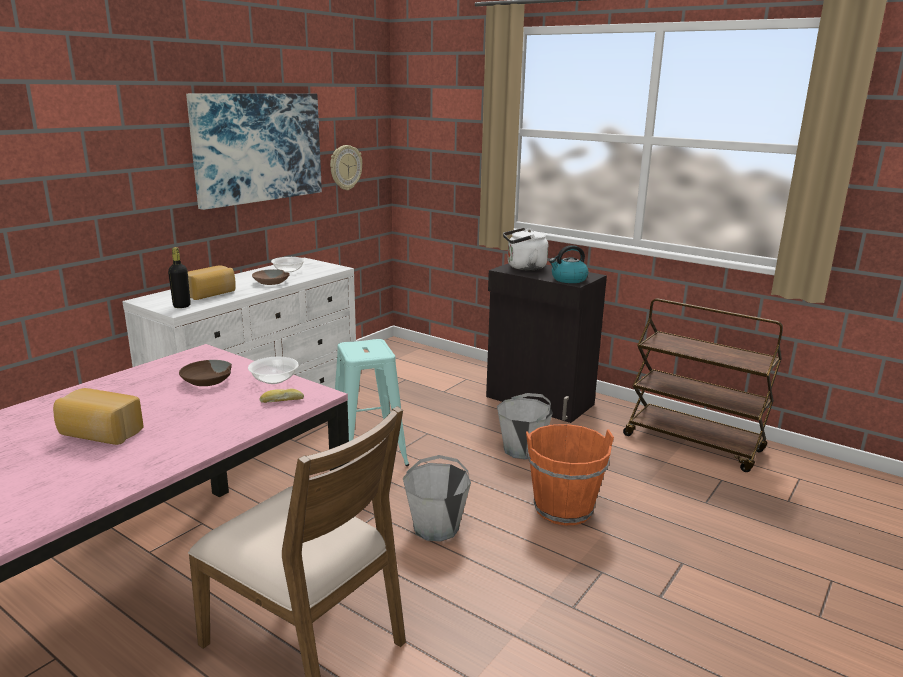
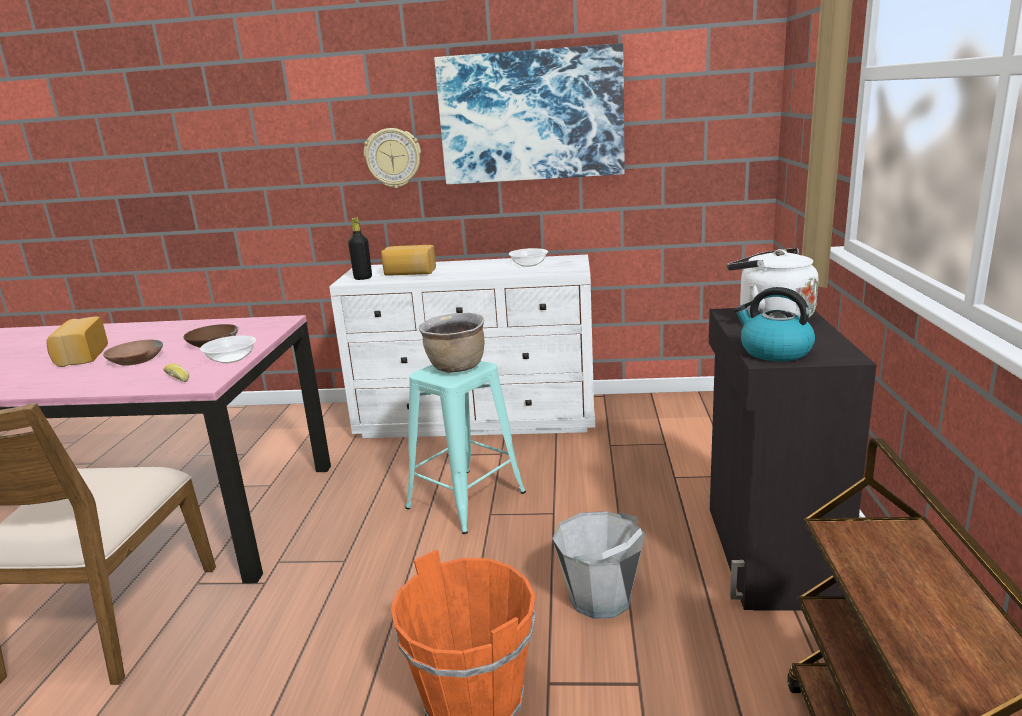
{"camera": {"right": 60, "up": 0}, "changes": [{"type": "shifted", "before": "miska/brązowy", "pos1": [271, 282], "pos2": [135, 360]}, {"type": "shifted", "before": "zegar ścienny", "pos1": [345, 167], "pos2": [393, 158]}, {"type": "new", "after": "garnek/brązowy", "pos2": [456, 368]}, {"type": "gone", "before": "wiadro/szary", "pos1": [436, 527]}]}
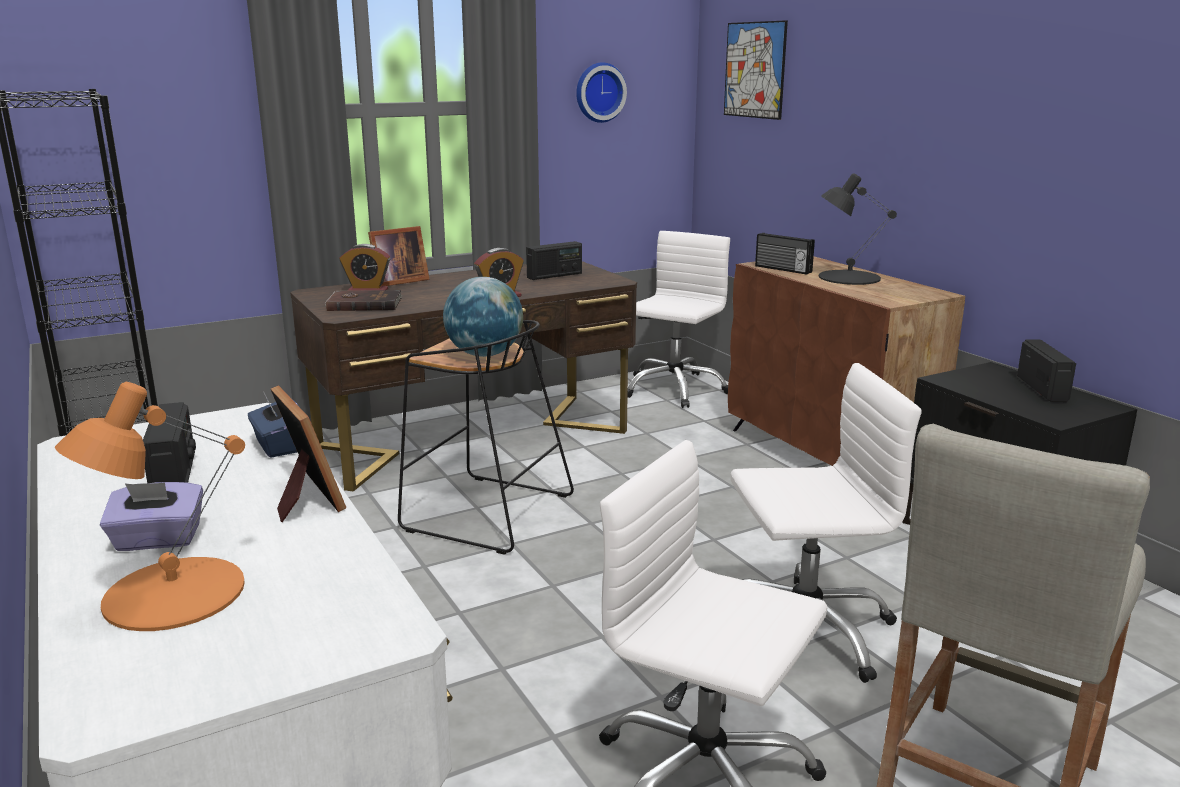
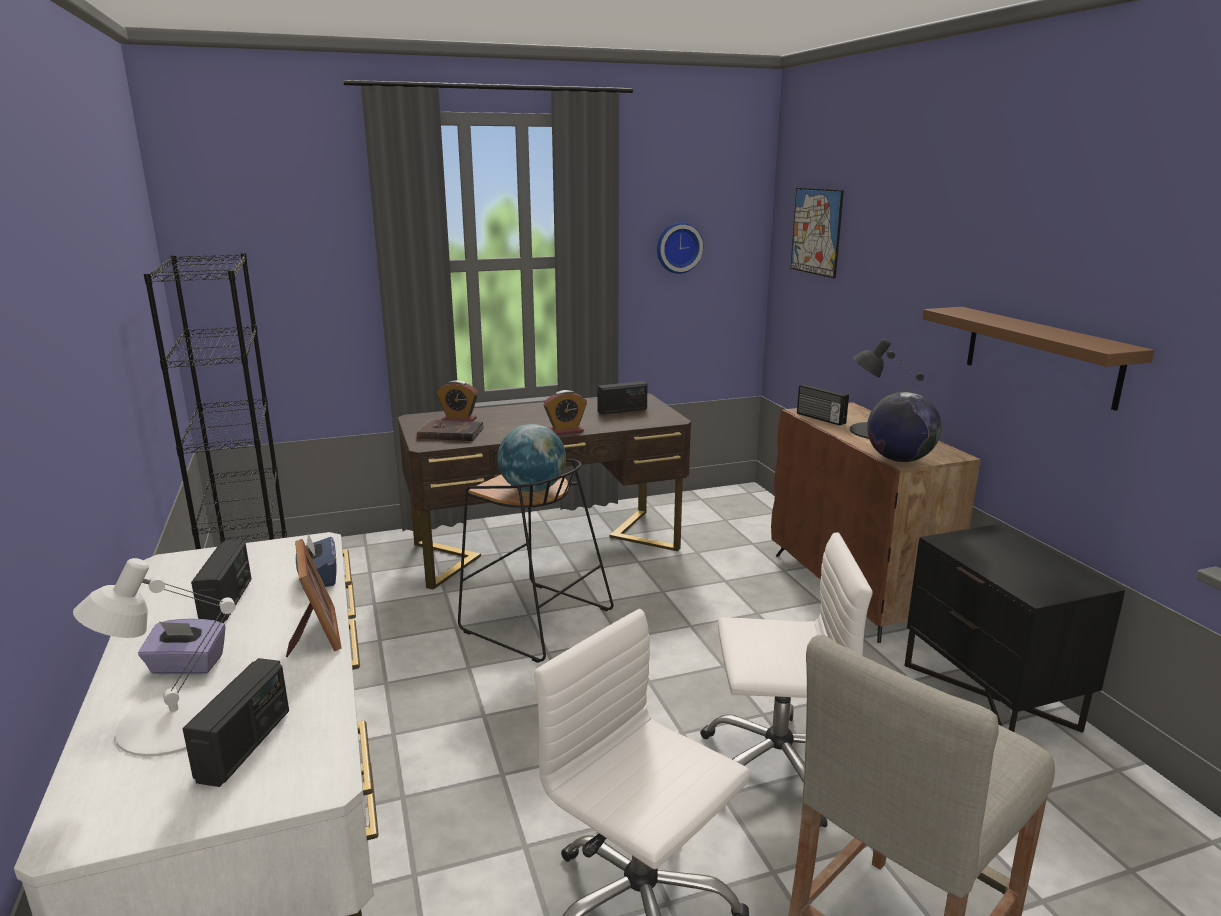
{"camera": {"right": 10, "up": 0}, "changes": [{"type": "repainted", "before": "lampa stołowa/pomarańczowy", "after": "lampa stołowa/biały", "pos1": [171, 593], "pos2": [174, 720]}, {"type": "shifted", "before": "radio", "pos1": [1042, 389], "pos2": [245, 745]}, {"type": "new", "after": "globus", "pos2": [899, 459]}, {"type": "new", "after": "półka/brązowy", "pos2": [1040, 355]}, {"type": "gone", "before": "ramka na zdjęcie", "pos1": [396, 282]}, {"type": "gone", "before": "krzesło biurowe/biały", "pos1": [674, 389]}]}
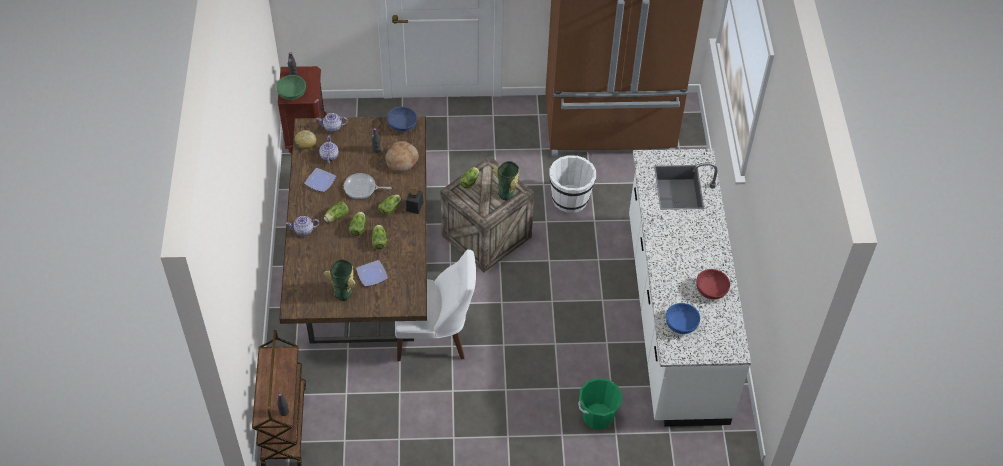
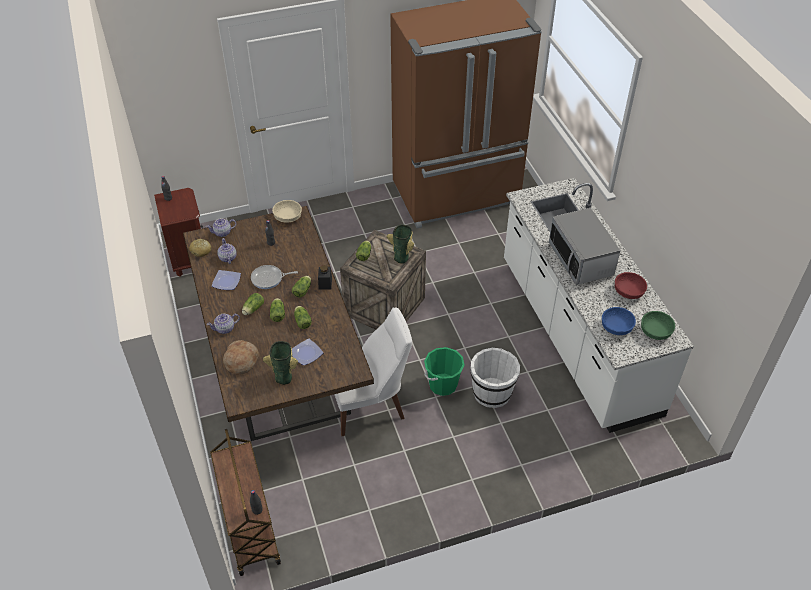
{"camera": {"right": -15, "up": -5}, "changes": [{"type": "shifted", "before": "chleb", "pos1": [402, 160], "pos2": [241, 361]}, {"type": "repainted", "before": "miska/niebieski", "after": "miska/beżowy", "pos1": [402, 125], "pos2": [288, 217]}, {"type": "shifted", "before": "wiadro/zielony", "pos1": [597, 416], "pos2": [443, 384]}, {"type": "shifted", "before": "wiadro/biały", "pos1": [570, 198], "pos2": [492, 392]}, {"type": "new", "after": "mikrofalówka", "pos2": [581, 260]}, {"type": "shifted", "before": "miska/zielony", "pos1": [291, 93], "pos2": [655, 331]}]}
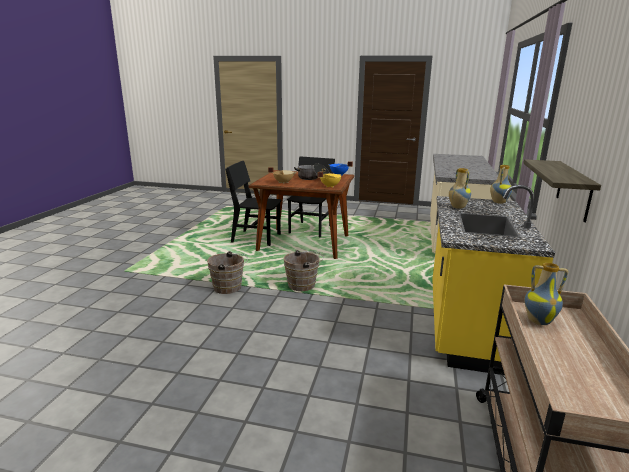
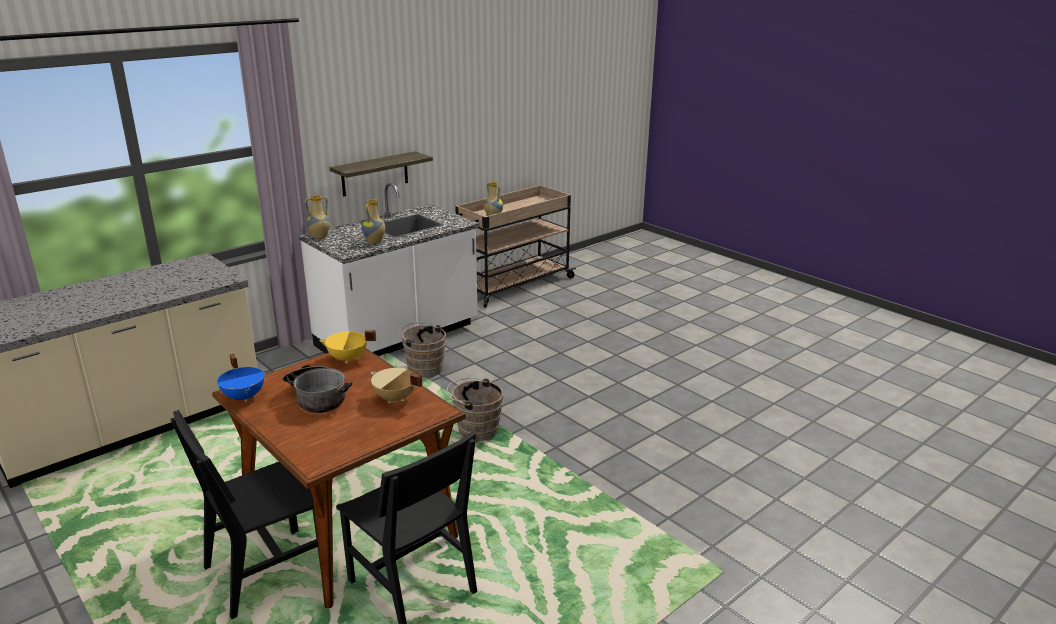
{"camera": {"right": -145, "up": 5}, "changes": [{"type": "repainted", "before": "zabudowa kuchenna/żółty", "after": "zabudowa kuchenna/biały", "pos1": [468, 326], "pos2": [398, 337]}, {"type": "shifted", "before": "wiadro/brązowy", "pos1": [229, 288], "pos2": [423, 368]}]}
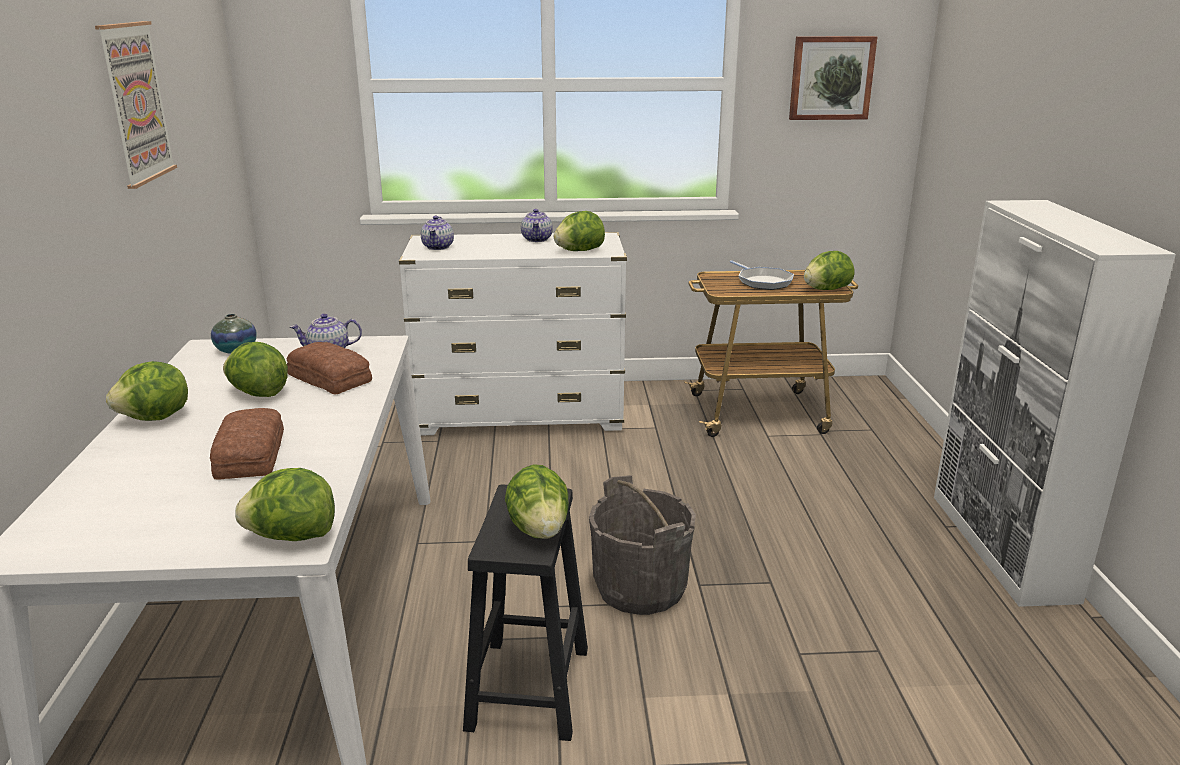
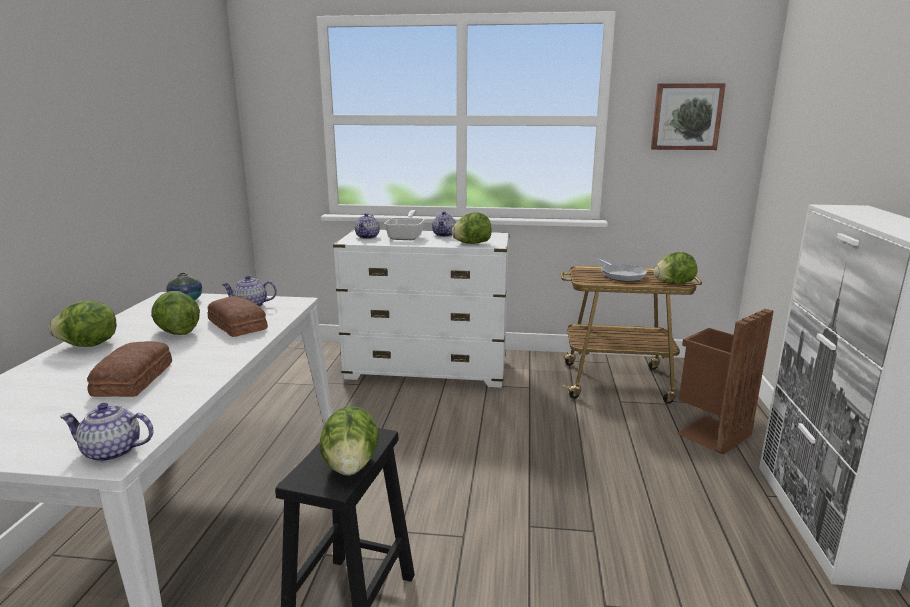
{"camera": {"right": 10, "up": -5}, "changes": [{"type": "swapped", "before": "sałata", "after": "imbryk", "pos1": [292, 537], "pos2": [111, 452]}, {"type": "new", "after": "patelnia", "pos2": [407, 236]}, {"type": "new", "after": "kosz na śmieci/brązowy", "pos2": [710, 432]}, {"type": "gone", "before": "obraz", "pos1": [135, 103]}, {"type": "gone", "before": "wiadro/szary", "pos1": [641, 588]}]}
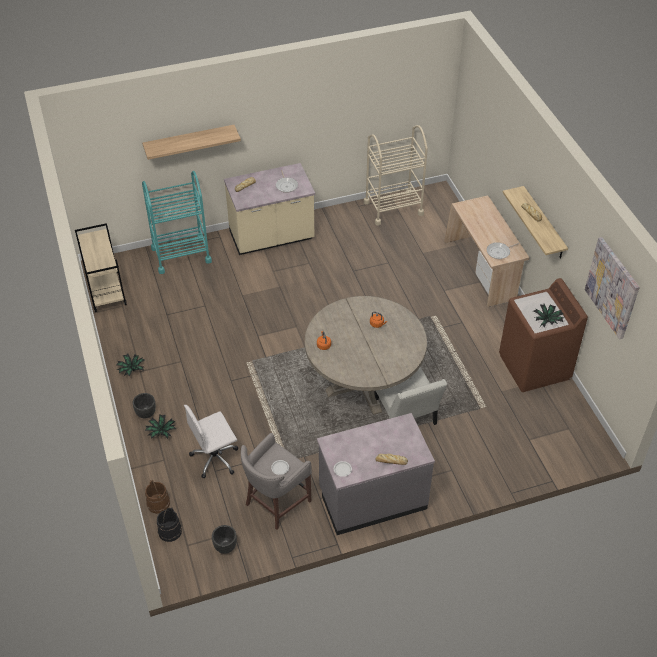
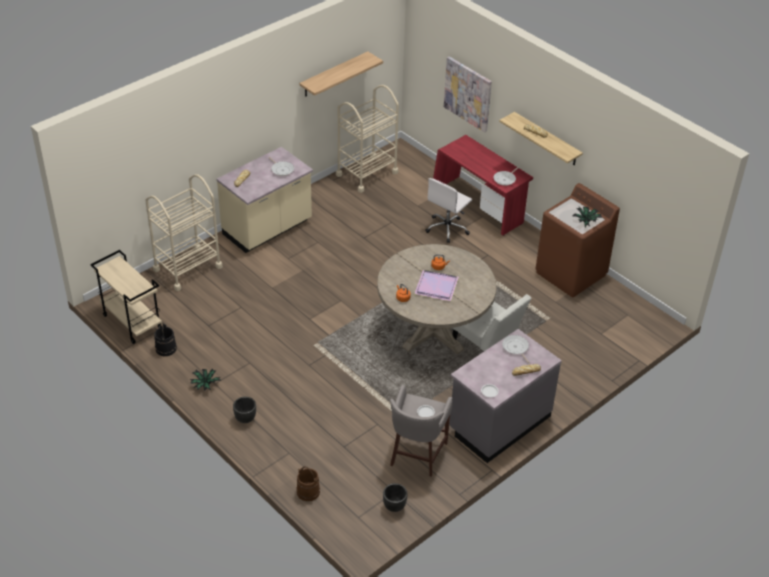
{"camera": {"right": -25, "up": -5}, "changes": [{"type": "repainted", "before": "wózek/turkusowy", "after": "wózek/beżowy", "pos1": [181, 255], "pos2": [187, 268]}, {"type": "shifted", "before": "wiadro/czarny", "pos1": [169, 531], "pos2": [165, 348]}, {"type": "shifted", "before": "półka", "pos1": [189, 141], "pos2": [334, 74]}, {"type": "new", "after": "taca/fioletowy", "pos2": [435, 287]}, {"type": "shifted", "before": "krzesło biurowe/biały", "pos1": [215, 458], "pos2": [447, 228]}, {"type": "repainted", "before": "biurko/beżowy", "after": "biurko/czerwony", "pos1": [481, 270], "pos2": [478, 206]}, {"type": "shifted", "before": "obraz", "pos1": [612, 287], "pos2": [468, 93]}, {"type": "new", "after": "patelnia", "pos2": [515, 348]}, {"type": "gone", "before": "roślina doniczkowa", "pos1": [161, 432]}]}
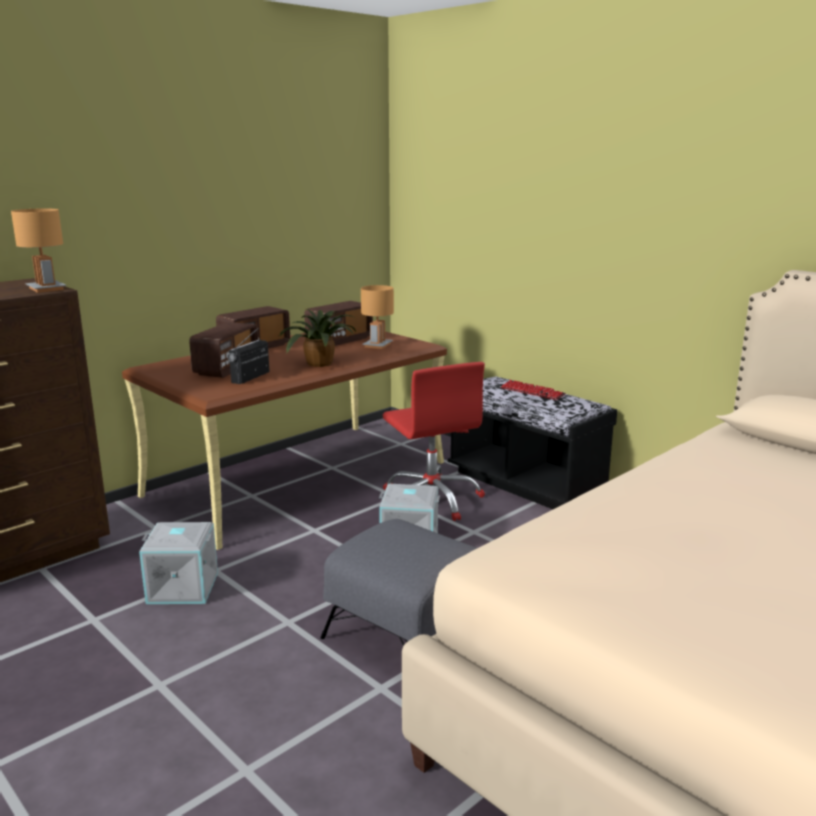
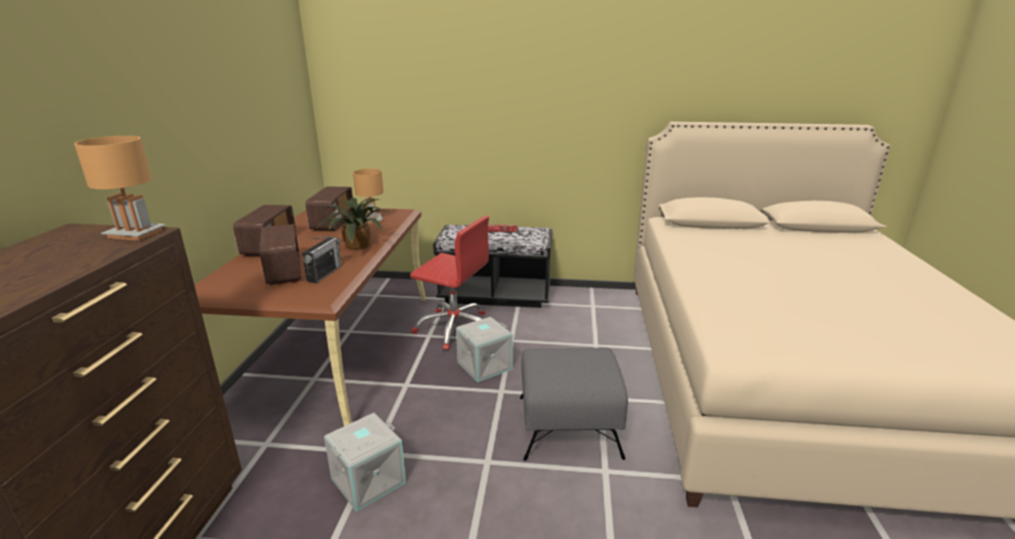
{"camera": {"right": -40, "up": 5}, "changes": [{"type": "rotated", "before": "radio", "pos1": [250, 377], "pos2": [324, 273], "turn": -150}]}
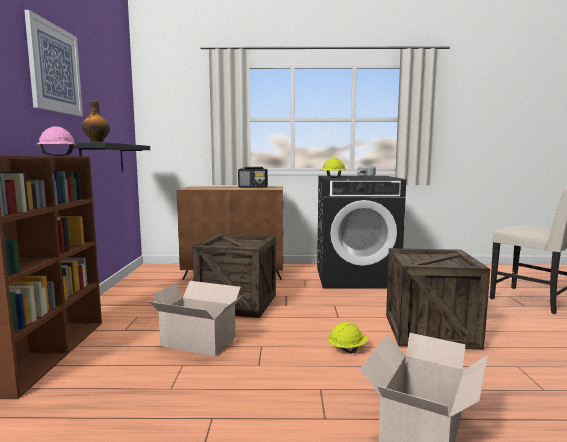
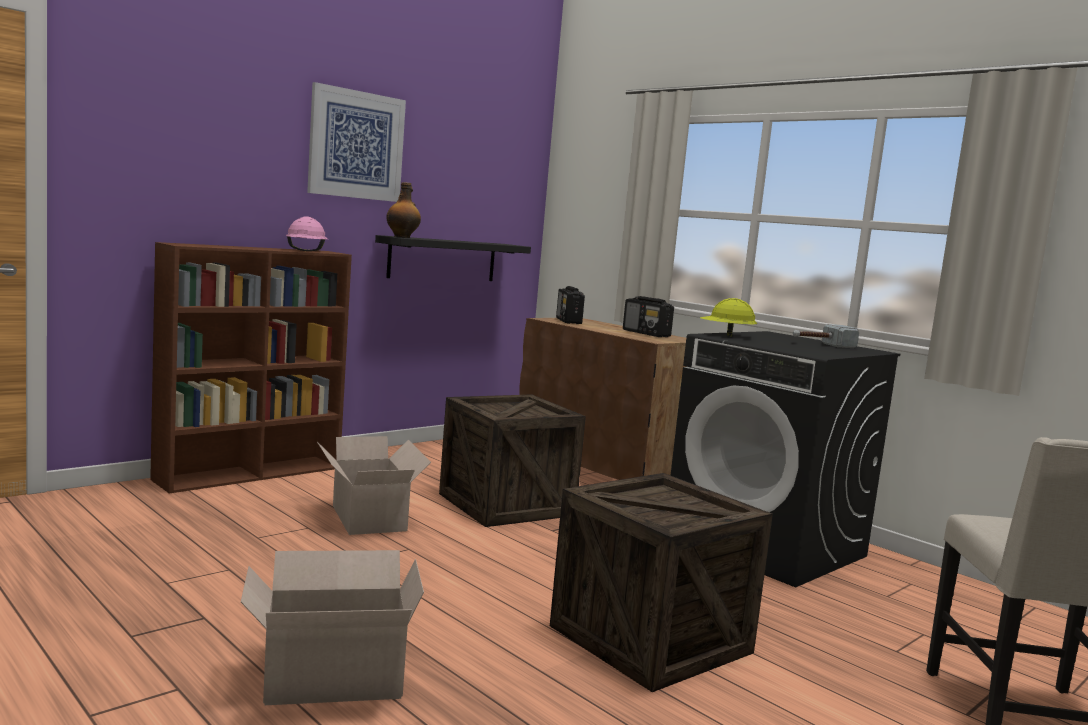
{"camera": {"right": 45, "up": 0}, "changes": [{"type": "new", "after": "radio", "pos2": [568, 321]}, {"type": "gone", "before": "kask/żółty", "pos1": [347, 349]}]}
